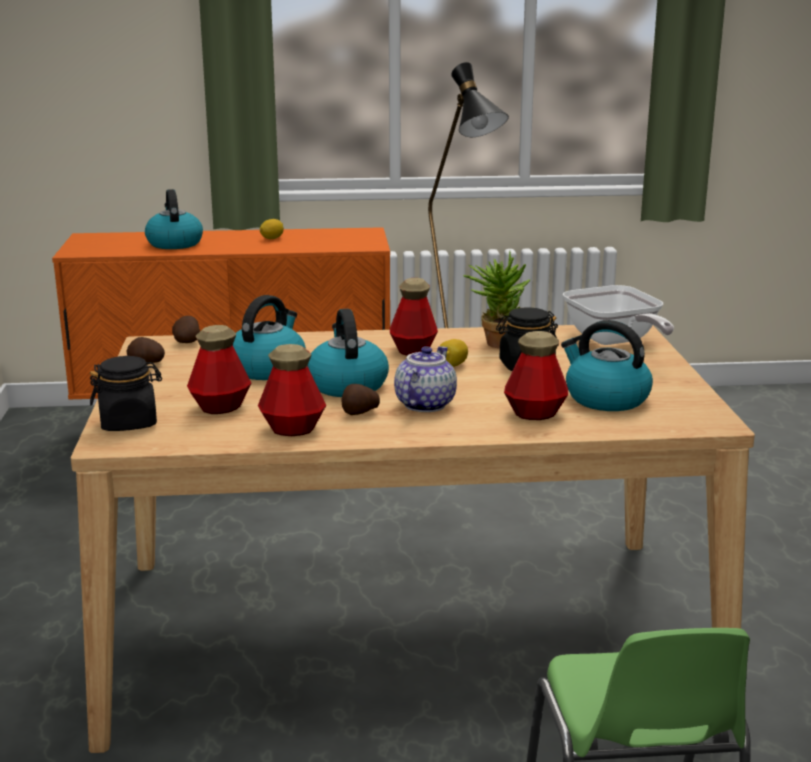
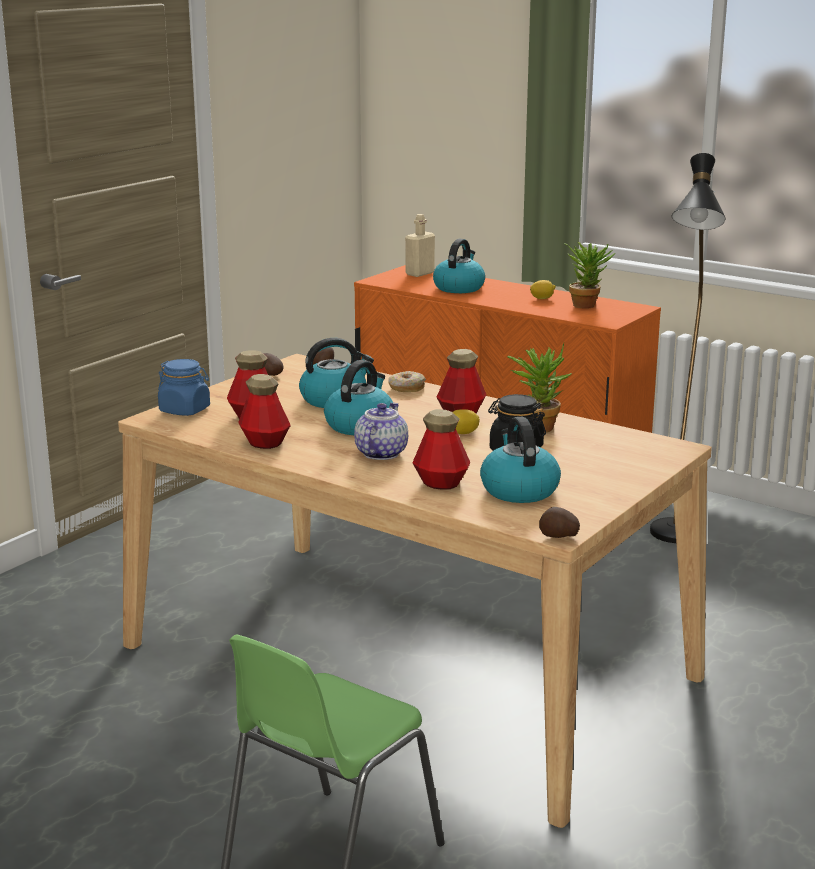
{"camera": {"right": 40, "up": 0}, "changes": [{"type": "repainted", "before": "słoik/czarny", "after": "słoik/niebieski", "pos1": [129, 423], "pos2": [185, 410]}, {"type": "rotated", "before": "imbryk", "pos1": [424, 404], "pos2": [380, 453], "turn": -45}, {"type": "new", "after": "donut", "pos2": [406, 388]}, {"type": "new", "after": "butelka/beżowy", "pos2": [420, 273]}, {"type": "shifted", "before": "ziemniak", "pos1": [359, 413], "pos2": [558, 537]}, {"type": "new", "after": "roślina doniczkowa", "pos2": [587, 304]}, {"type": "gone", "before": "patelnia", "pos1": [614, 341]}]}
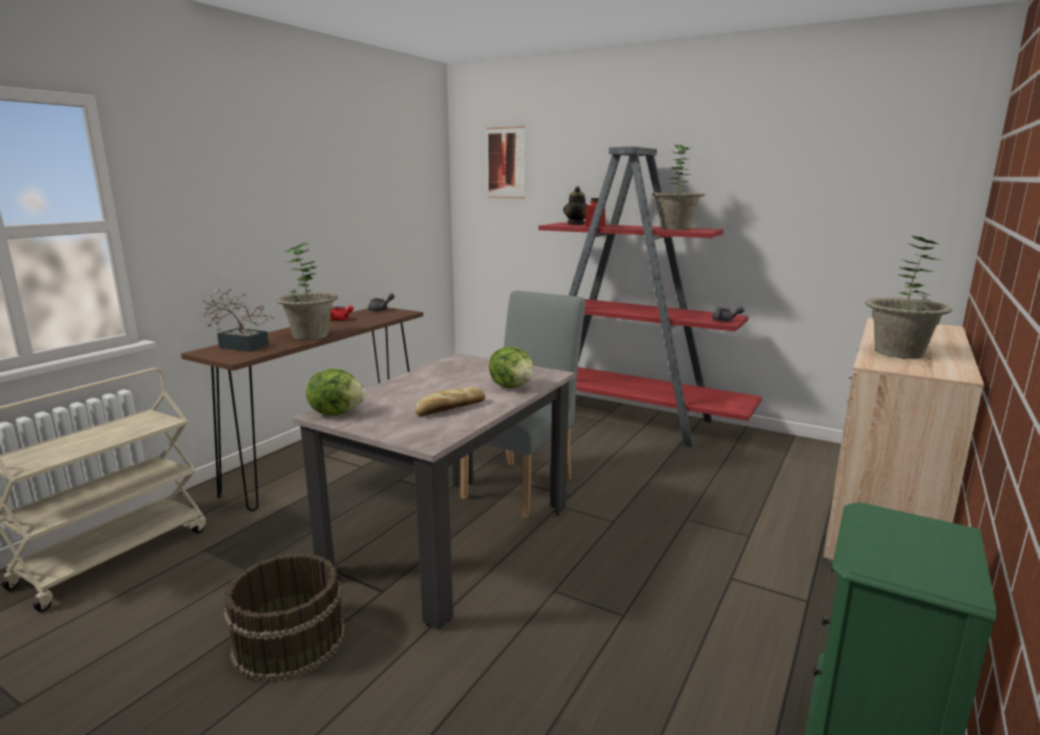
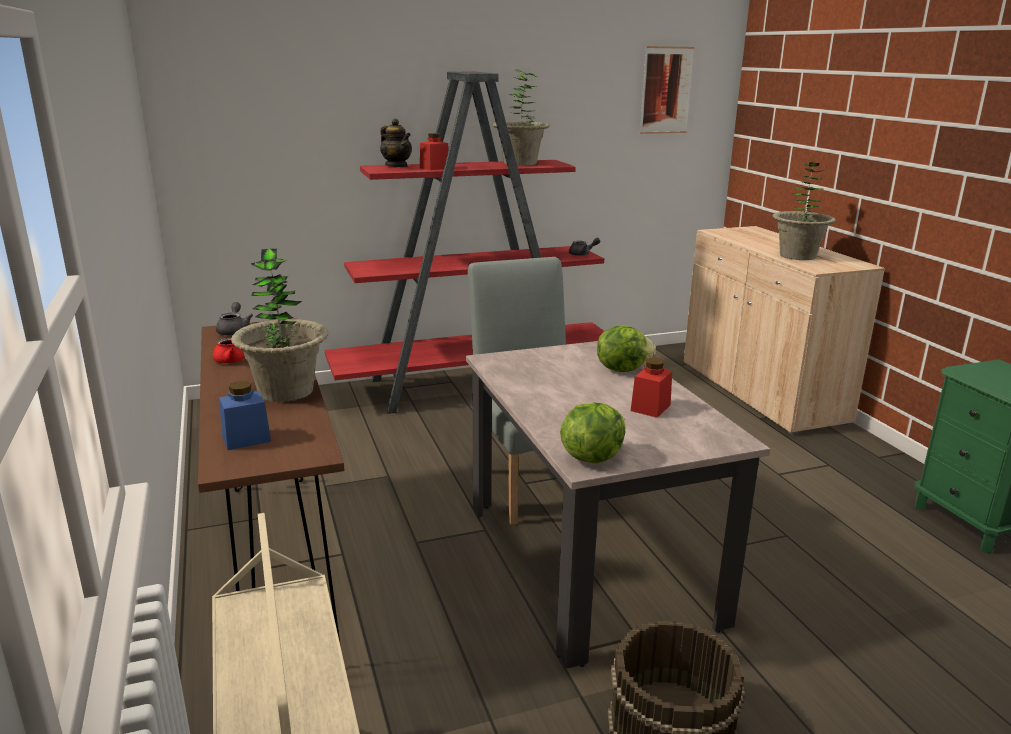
{"camera": {"right": -50, "up": 5}, "changes": [{"type": "swapped", "before": "roślina doniczkowa", "after": "słoik/niebieski", "pos1": [240, 346], "pos2": [246, 439]}, {"type": "swapped", "before": "chleb", "after": "słoik/czerwony", "pos1": [450, 408], "pos2": [650, 408]}, {"type": "shifted", "before": "obraz", "pos1": [505, 163], "pos2": [666, 90]}]}
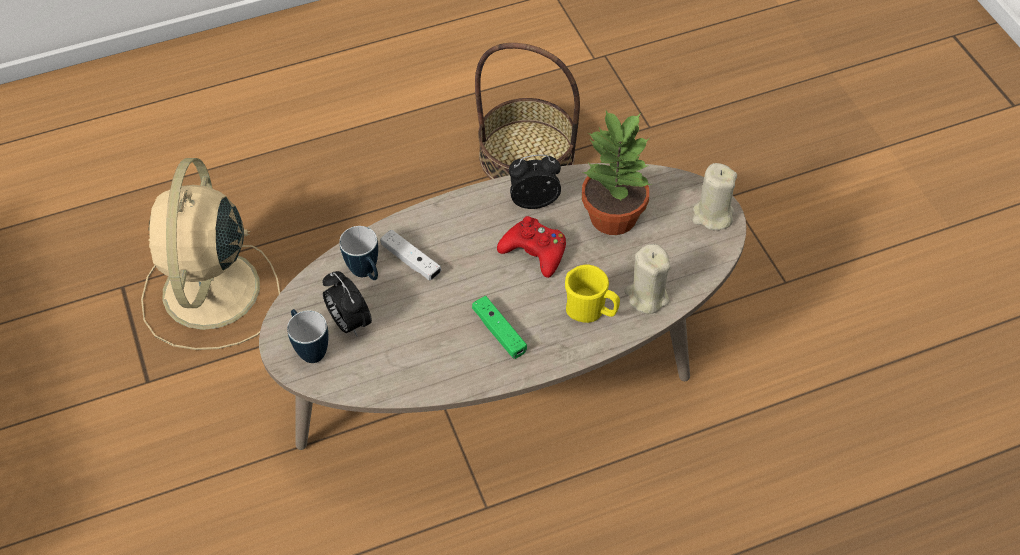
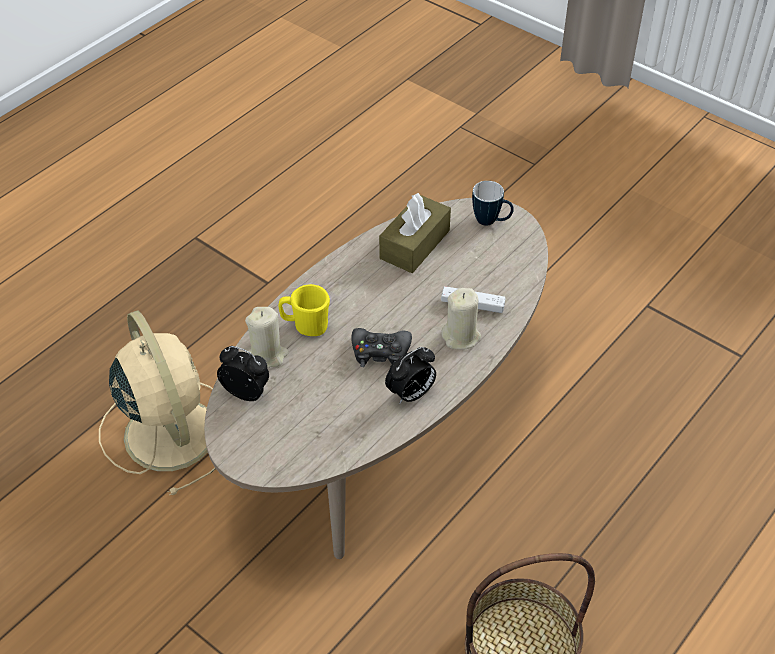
{"camera": {"right": 150, "up": -5}, "changes": [{"type": "shifted", "before": "wentylator/beżowy", "pos1": [210, 294], "pos2": [169, 430]}, {"type": "shifted", "before": "budzik", "pos1": [349, 322], "pos2": [247, 392]}, {"type": "repainted", "before": "pad do gier/czerwony", "after": "pad do gier/czarny", "pos1": [535, 252], "pos2": [380, 352]}, {"type": "new", "after": "pudełko chusteczek/brązowy", "pos2": [414, 244]}, {"type": "shifted", "before": "świeca/beżowy", "pos1": [712, 216], "pos2": [461, 336]}, {"type": "gone", "before": "kubek", "pos1": [366, 274]}, {"type": "gone", "before": "pad do gier/zielony", "pos1": [499, 332]}, {"type": "gone", "before": "roślina doniczkowa", "pos1": [613, 215]}]}
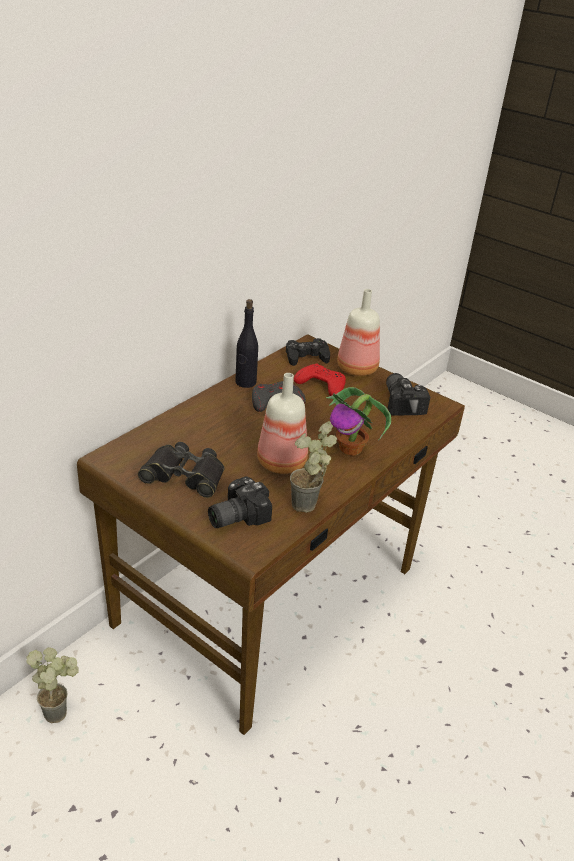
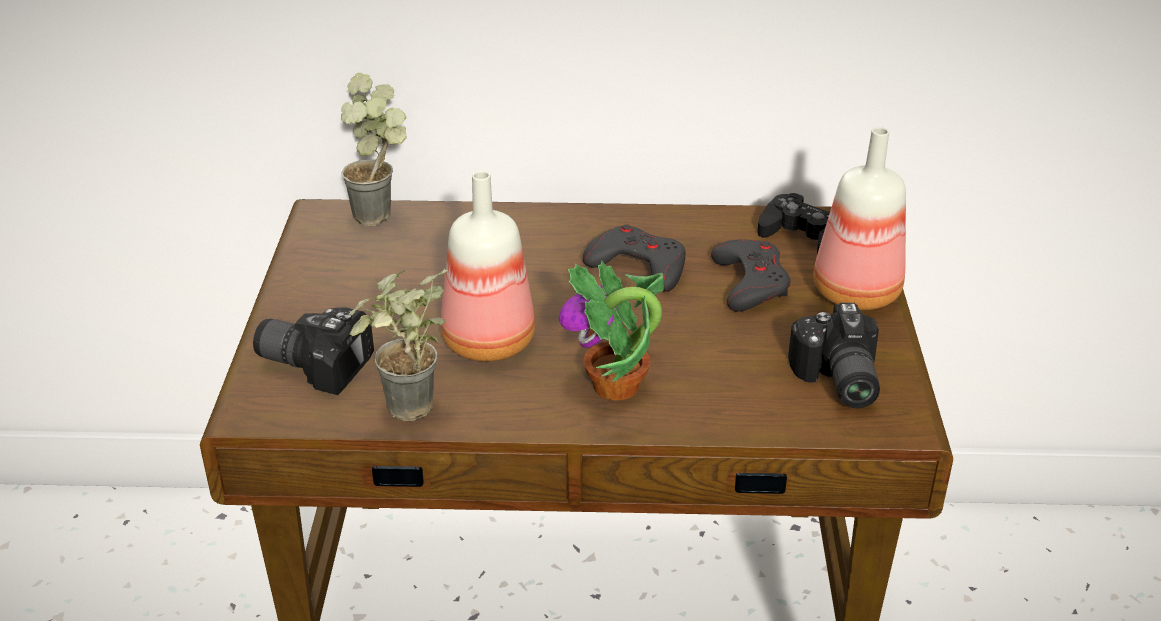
{"camera": {"right": 55, "up": 0}, "changes": [{"type": "shifted", "before": "roślina doniczkowa", "pos1": [60, 709], "pos2": [384, 217]}, {"type": "repainted", "before": "pad do gier/czerwony", "after": "pad do gier/szary", "pos1": [321, 384], "pos2": [750, 282]}, {"type": "rotated", "before": "aparat fotograficzny", "pos1": [403, 402], "pos2": [835, 381], "turn": 135}, {"type": "gone", "before": "lornetka/czarny", "pos1": [184, 476]}, {"type": "gone", "before": "butelka/czarny", "pos1": [245, 382]}]}
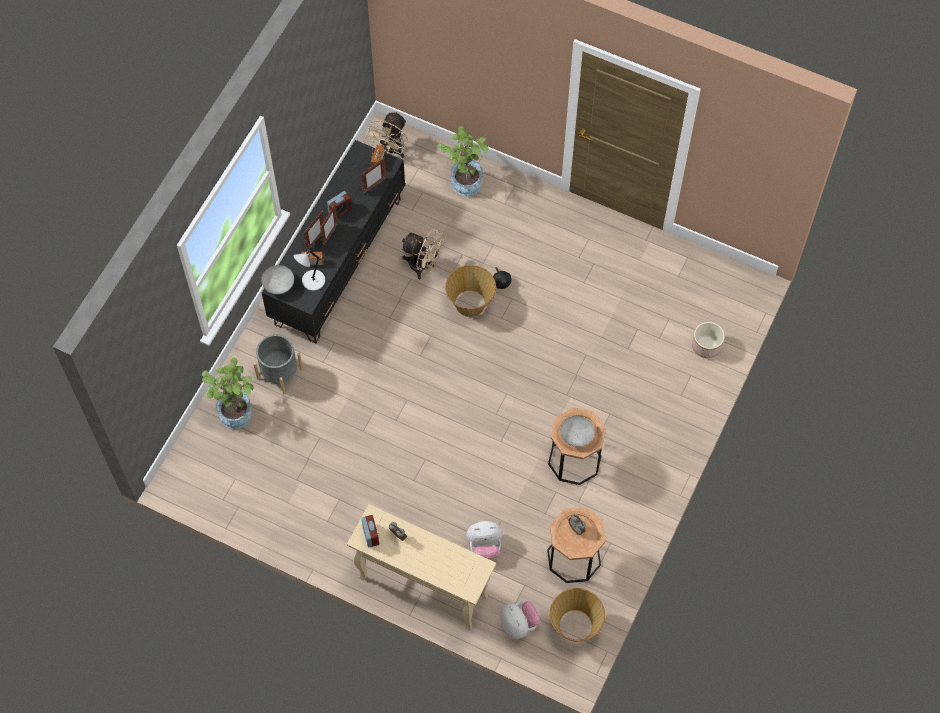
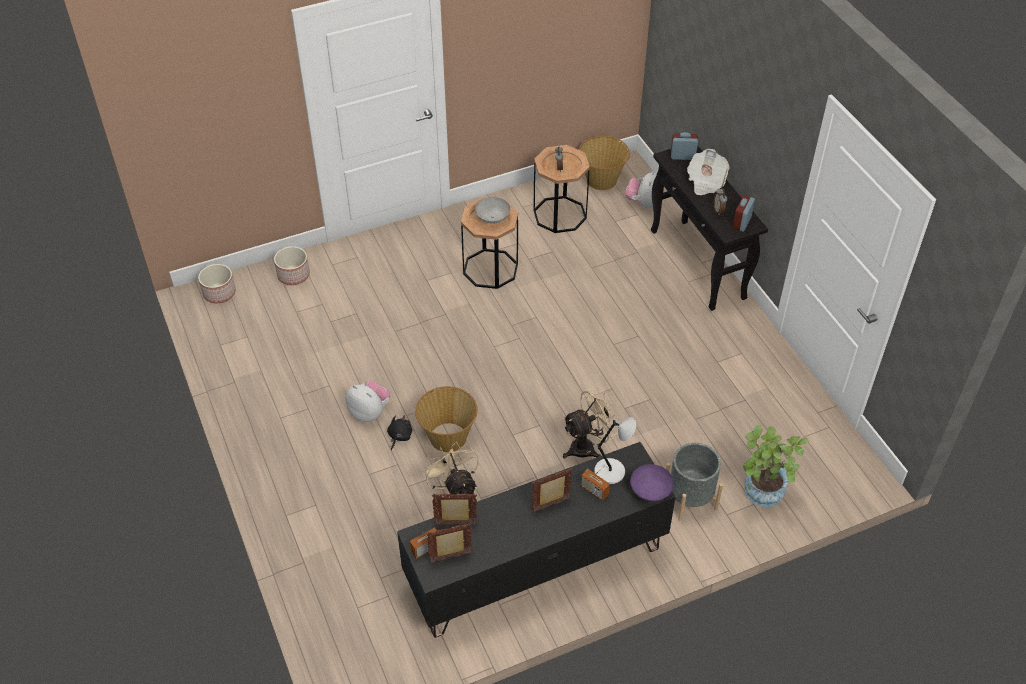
{"camera": {"right": -140, "up": -15}, "changes": [{"type": "new", "after": "donica", "pos2": [219, 293]}, {"type": "shifted", "before": "pluszak", "pos1": [484, 546], "pos2": [369, 412]}, {"type": "shifted", "before": "ramka na zdjęcie", "pos1": [315, 241], "pos2": [451, 558]}, {"type": "shifted", "before": "wentylator/beżowy", "pos1": [391, 151], "pos2": [587, 446]}, {"type": "repainted", "before": "miska/szary", "after": "miska/fioletowy", "pos1": [278, 285], "pos2": [651, 491]}, {"type": "repainted", "before": "stolik konsolowy/beżowy", "after": "stolik konsolowy/czarny", "pos1": [422, 587], "pos2": [698, 265]}, {"type": "shifted", "before": "budzik", "pos1": [340, 211], "pos2": [682, 156]}, {"type": "new", "after": "gazeta", "pos2": [705, 182]}, {"type": "gone", "before": "roślina doniczkowa", "pos1": [464, 179]}]}
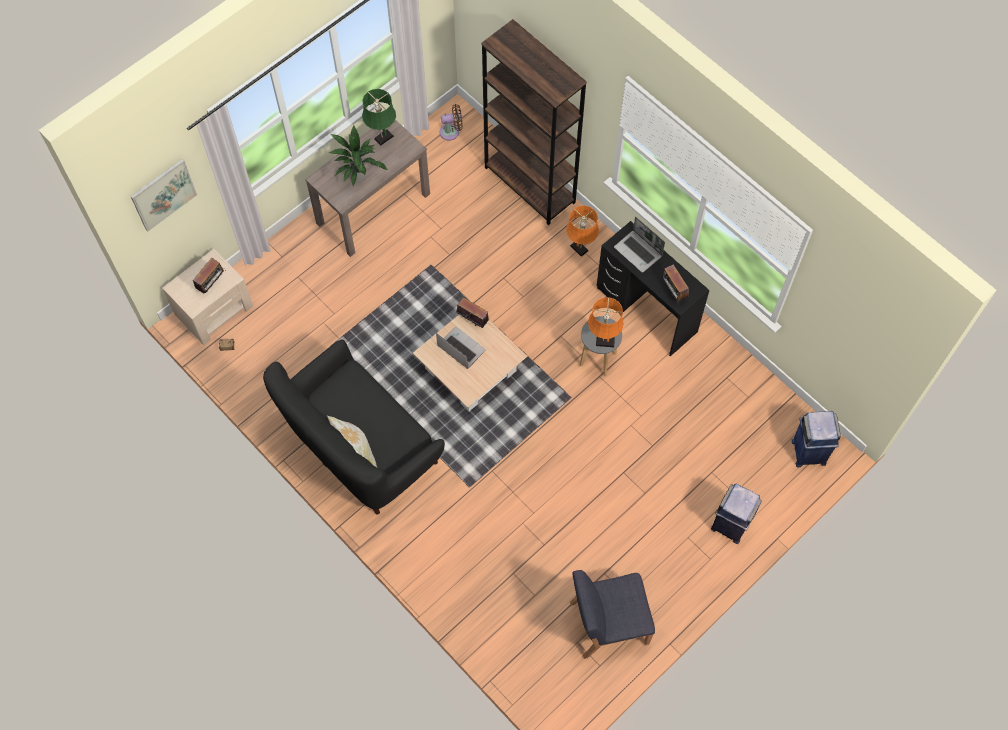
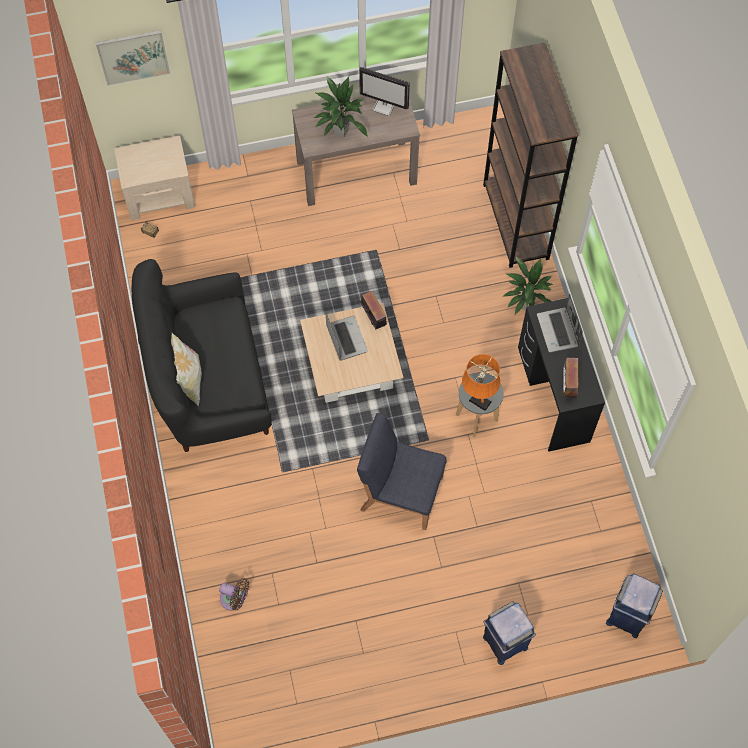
{"camera": {"right": 30, "up": 0}, "changes": [{"type": "shifted", "before": "wentylator/brązowy", "pos1": [451, 132], "pos2": [234, 599]}, {"type": "shifted", "before": "krzesło/niebieski", "pos1": [607, 622], "pos2": [400, 492]}, {"type": "swapped", "before": "lampa stołowa/zielony", "after": "monitor", "pos1": [382, 138], "pos2": [384, 106]}, {"type": "swapped", "before": "lampa stołowa/pomarańczowy", "after": "roślina doniczkowa", "pos1": [580, 249], "pos2": [525, 306]}, {"type": "gone", "before": "radio", "pos1": [212, 283]}]}
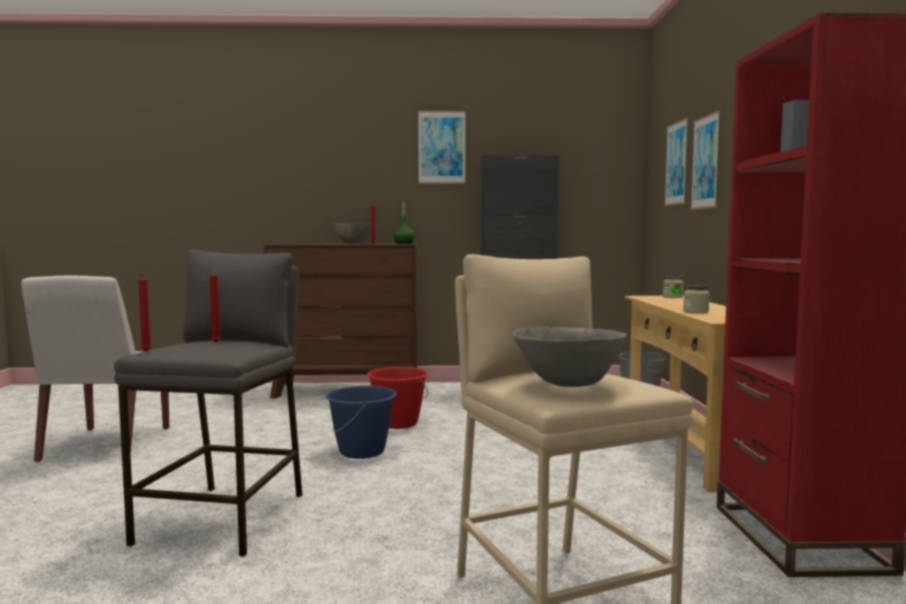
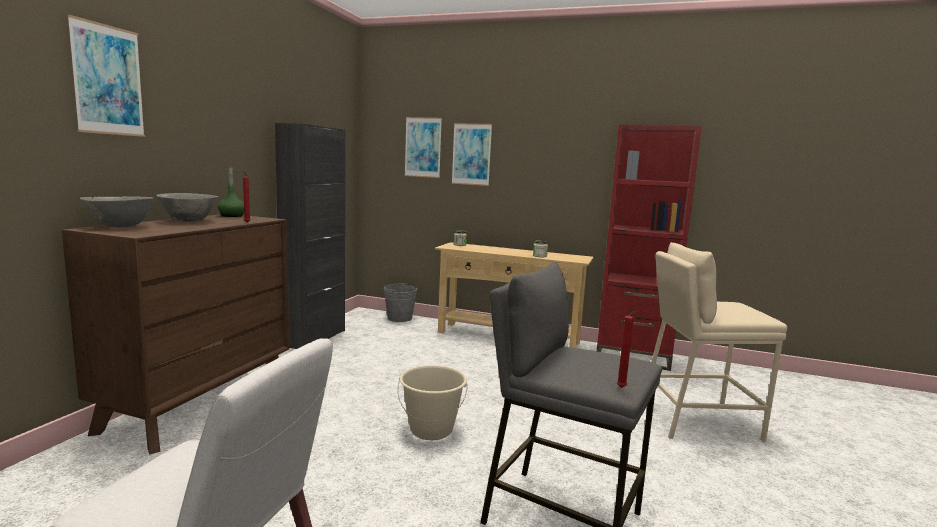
{"camera": {"right": -70, "up": 5}, "changes": [{"type": "shifted", "before": "obraz", "pos1": [441, 147], "pos2": [108, 80]}, {"type": "shifted", "before": "miska/szary", "pos1": [567, 385], "pos2": [120, 227]}, {"type": "repainted", "before": "wiadro/niebieski", "after": "wiadro/beżowy", "pos1": [362, 451], "pos2": [431, 430]}, {"type": "gone", "before": "świeca/czerwony", "pos1": [217, 342]}, {"type": "gone", "before": "wiadro/czerwony", "pos1": [397, 423]}]}
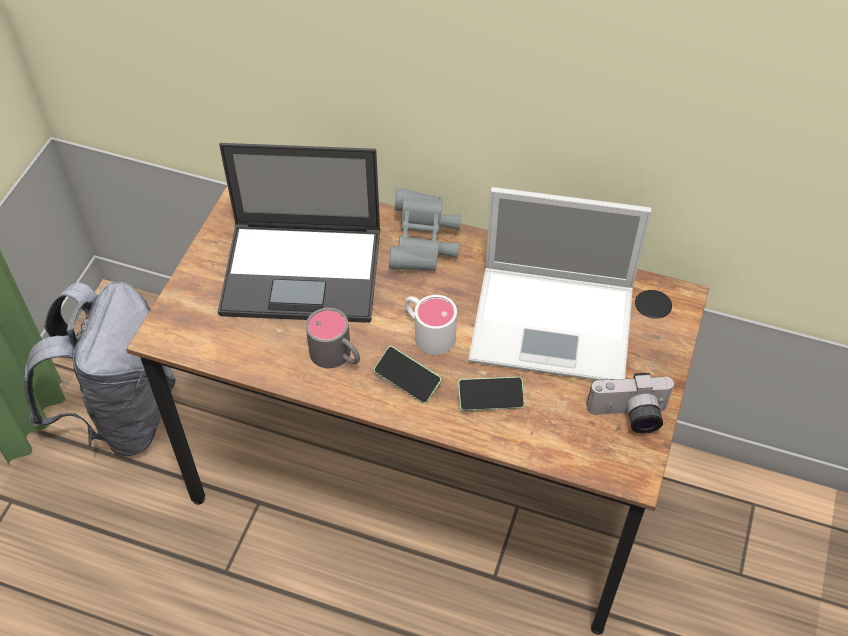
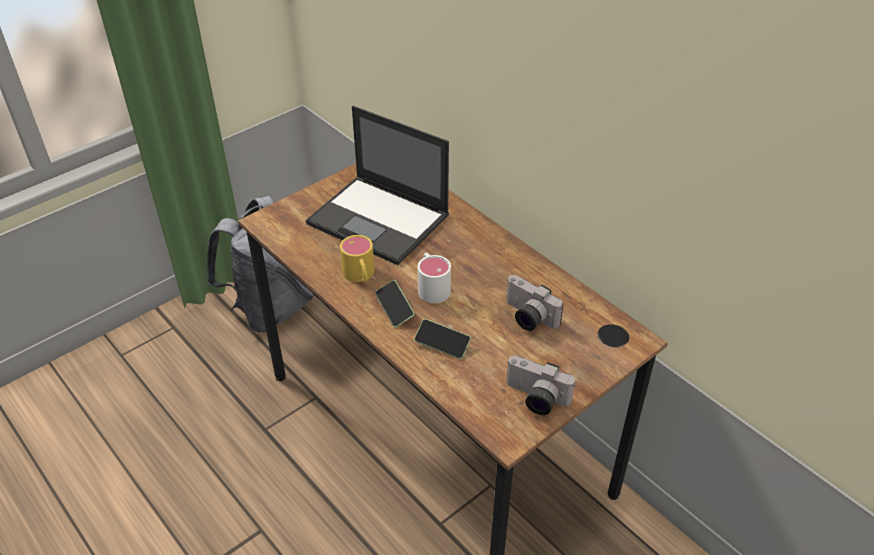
{"camera": {"right": 30, "up": -10}, "changes": [{"type": "repainted", "before": "kubek/szary", "after": "kubek/żółty", "pos1": [337, 356], "pos2": [360, 276]}, {"type": "swapped", "before": "laptop", "after": "aparat fotograficzny", "pos1": [556, 323], "pos2": [527, 317]}, {"type": "gone", "before": "lornetka/szary", "pos1": [423, 244]}]}
